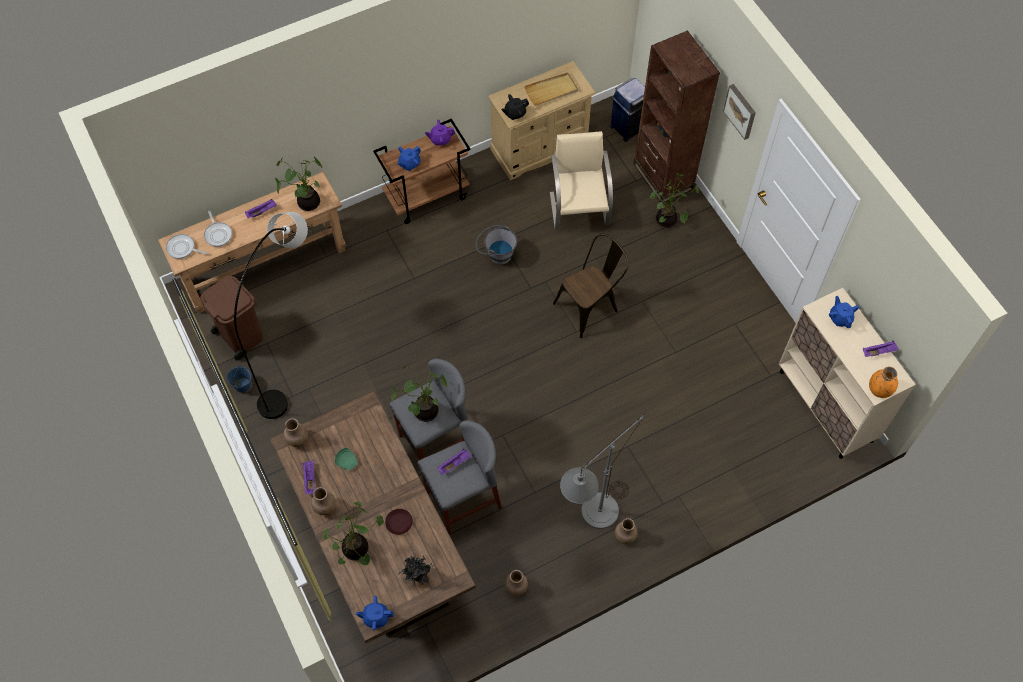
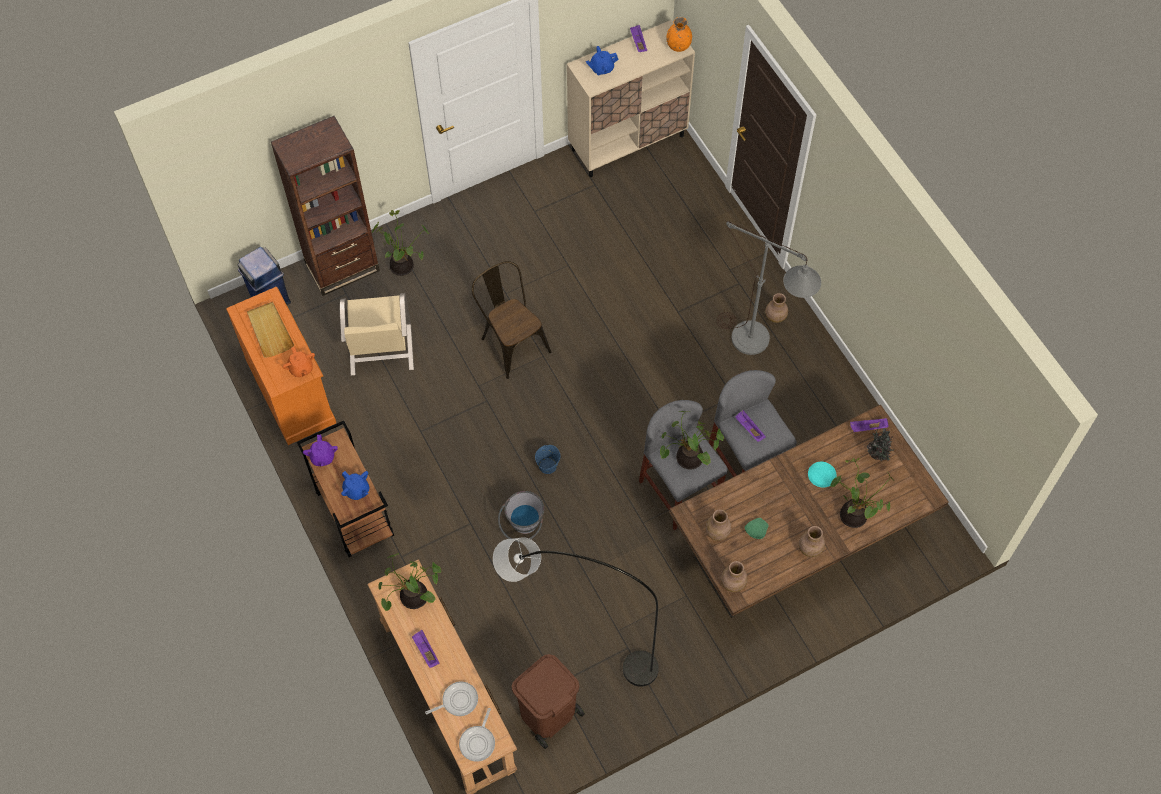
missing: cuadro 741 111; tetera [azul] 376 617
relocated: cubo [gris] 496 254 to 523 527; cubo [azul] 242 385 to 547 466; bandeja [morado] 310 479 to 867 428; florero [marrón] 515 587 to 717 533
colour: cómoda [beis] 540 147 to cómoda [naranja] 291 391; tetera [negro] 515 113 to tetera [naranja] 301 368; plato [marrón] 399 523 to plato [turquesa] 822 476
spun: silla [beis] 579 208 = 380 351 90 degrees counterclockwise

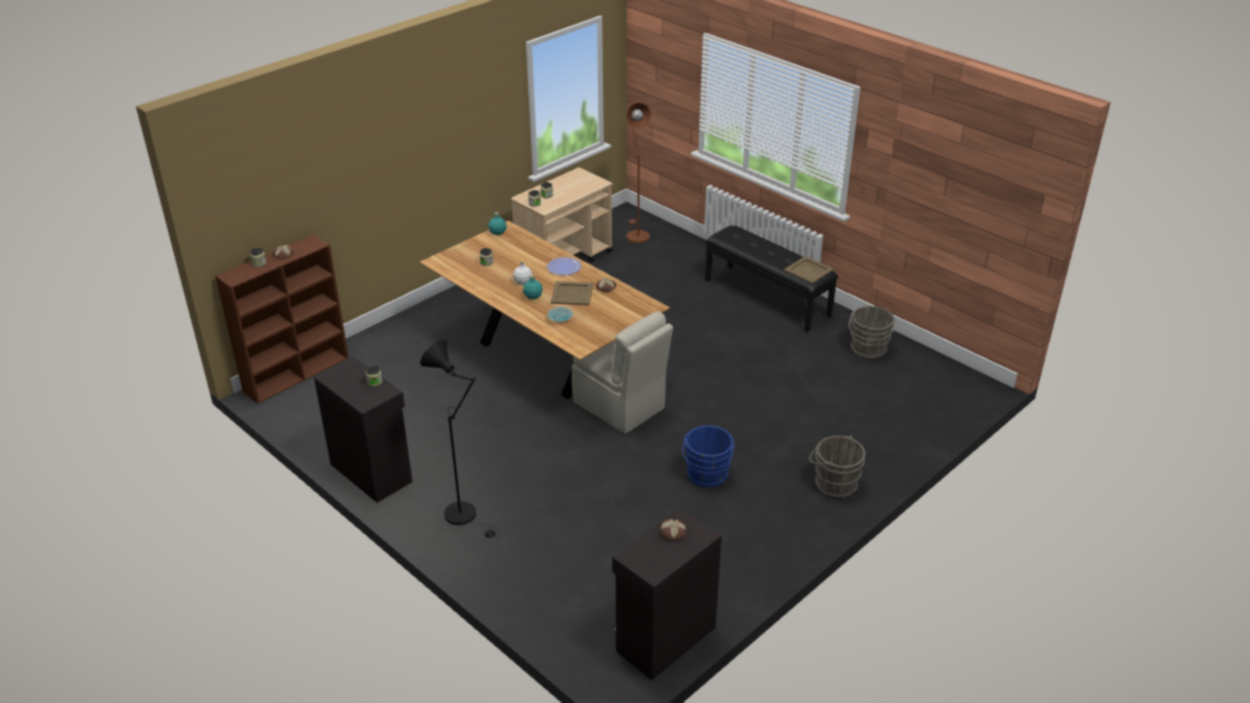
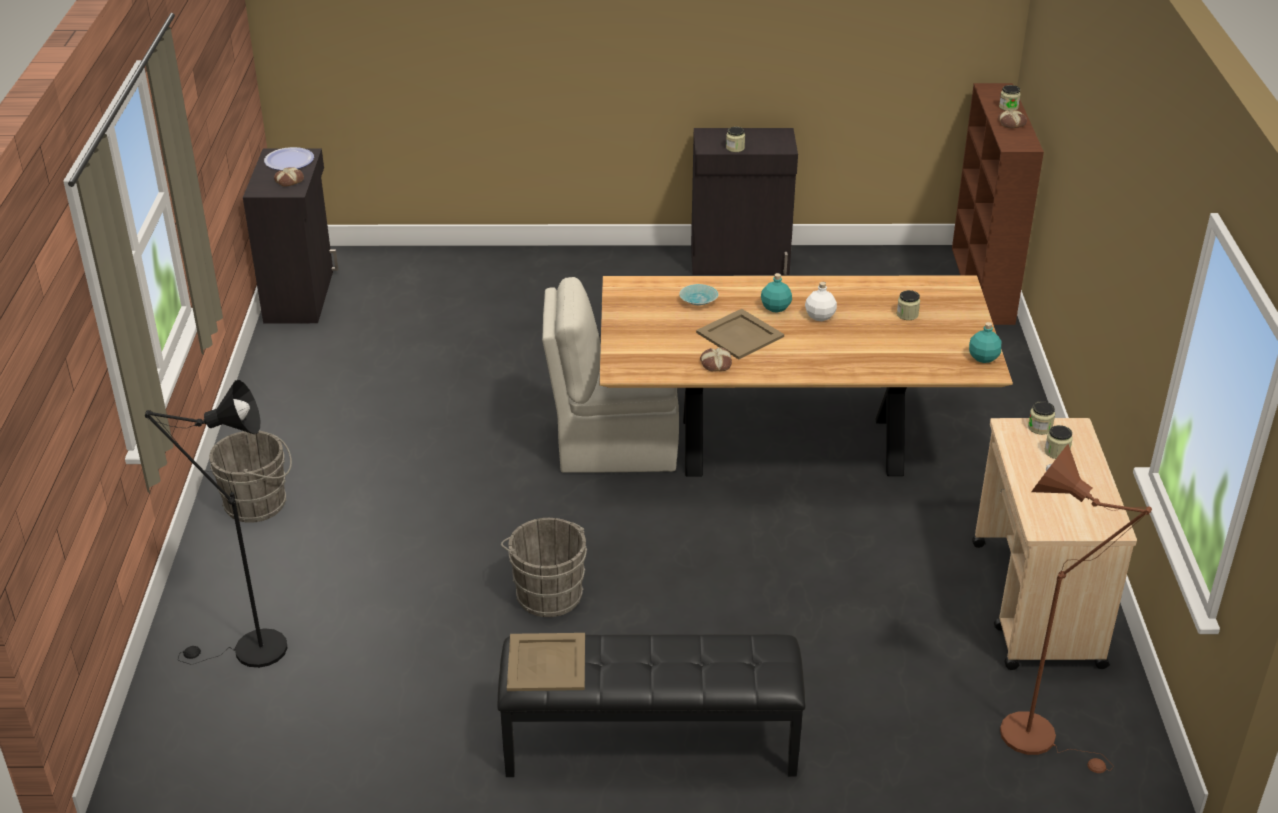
missing: cubo [azul] 707 476
relocated: plato 564 267 to 289 160; cubo [gris] 868 350 to 547 592; lámpara de pie [negro] 465 516 to 250 651

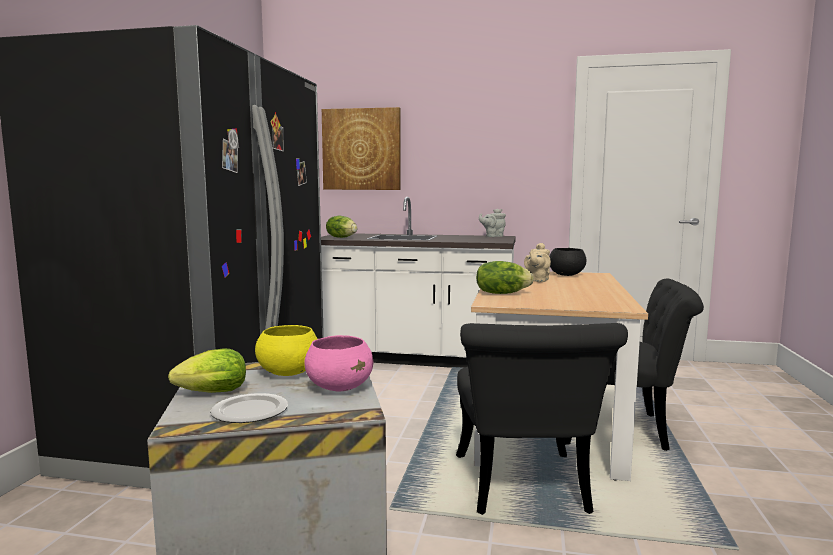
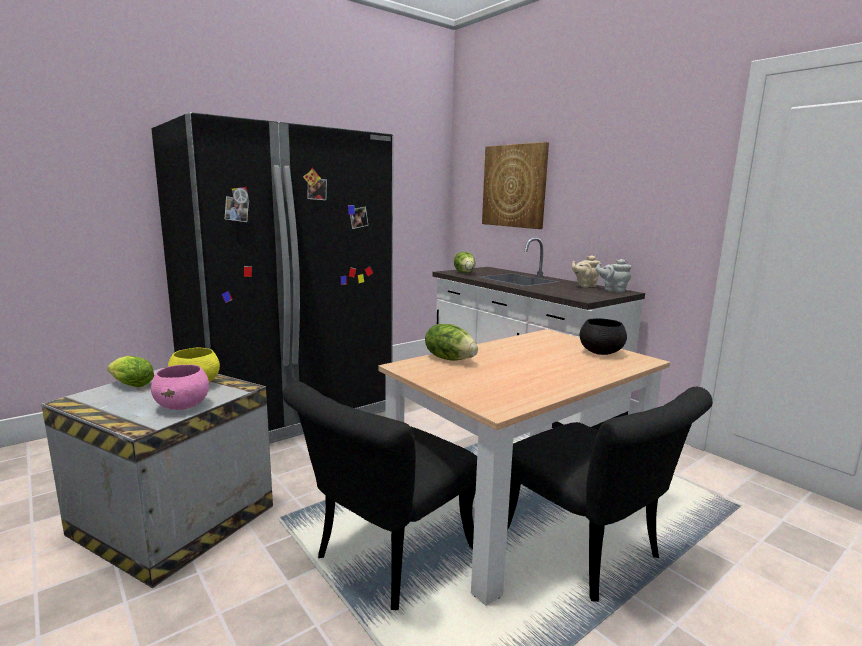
missing: plato 251 412
relocated: tetera [beis] 537 280 to 584 286

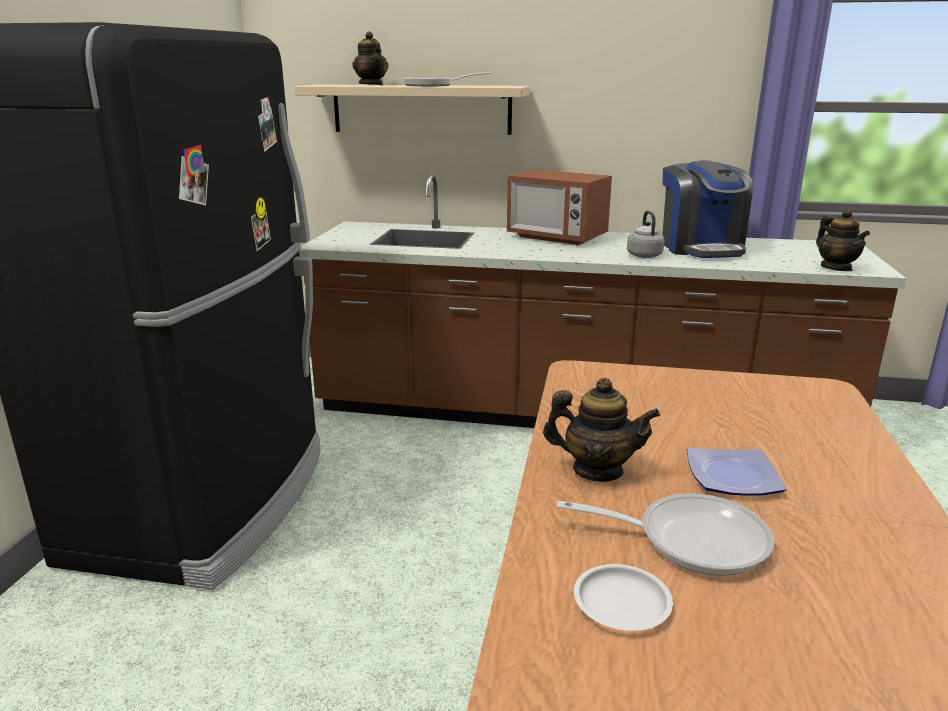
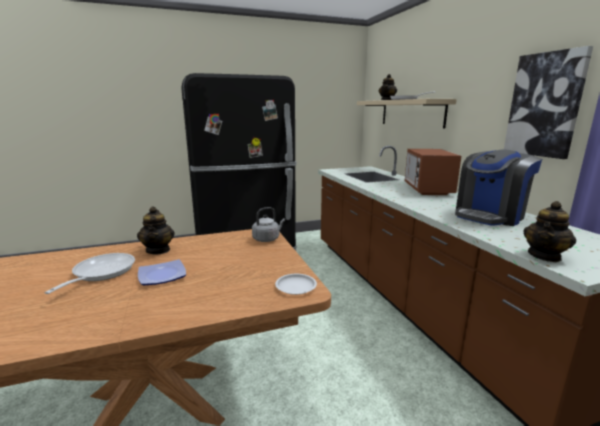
appeared: cuadro 545 105
relocated: hervidor [gris] 643 255 to 267 239; plato [blanco] 622 603 to 295 287
spun: sartén 690 539 = 100 273 150 degrees counterclockwise

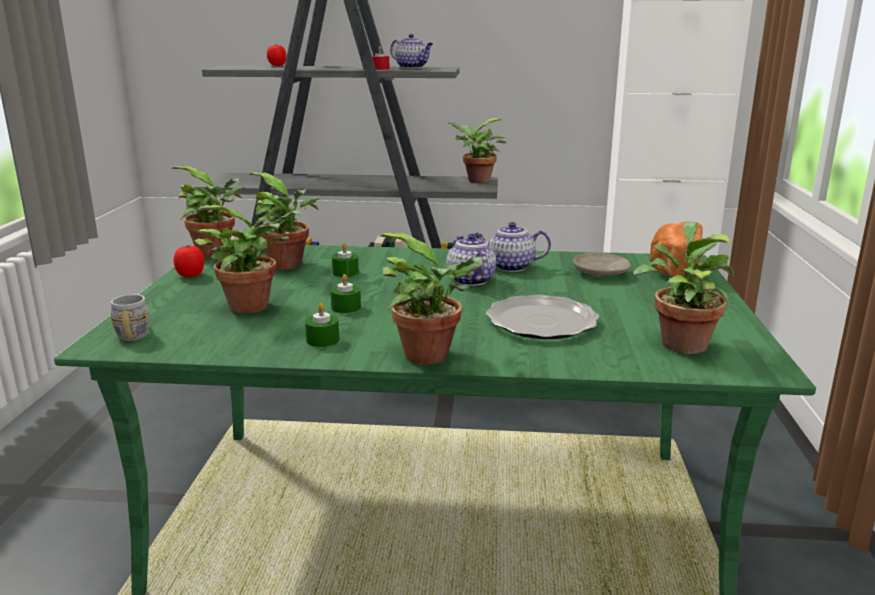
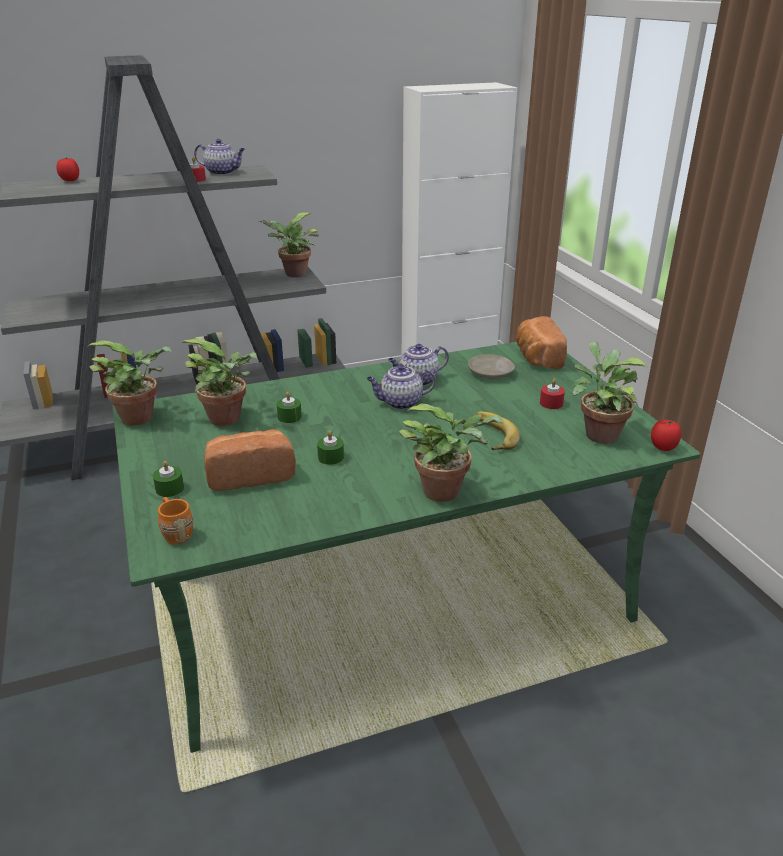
appeared: vela [rojo] 551 403
relocated: tomate 191 275 to 663 447; vela [verde] 322 340 to 169 489
exchanged: planta en maceta 254 306 to pan 250 474; plato 541 321 to plátano 491 436
colour: taza grande [gris] 135 332 to taza grande [naranja] 176 532
spun: tetera 469 280 = 400 403 60 degrees counterclockwise

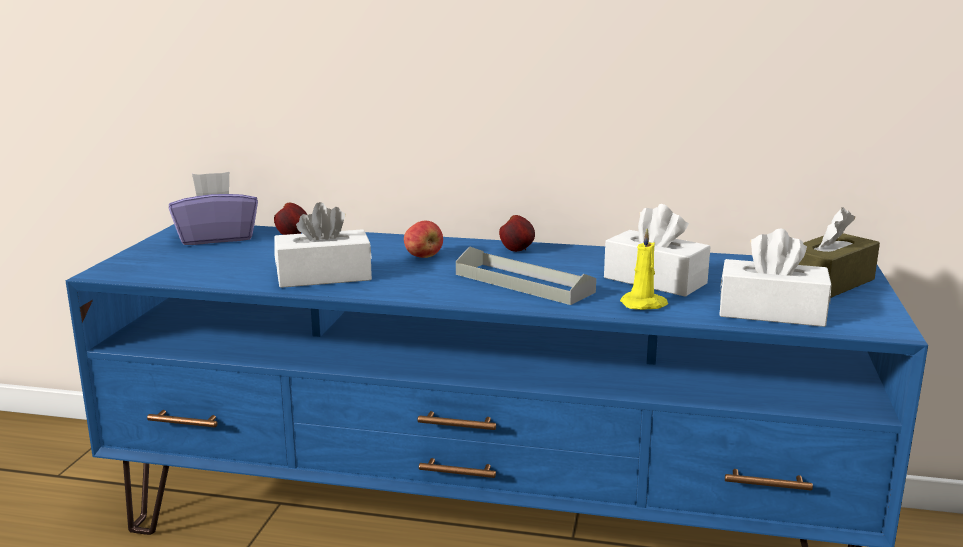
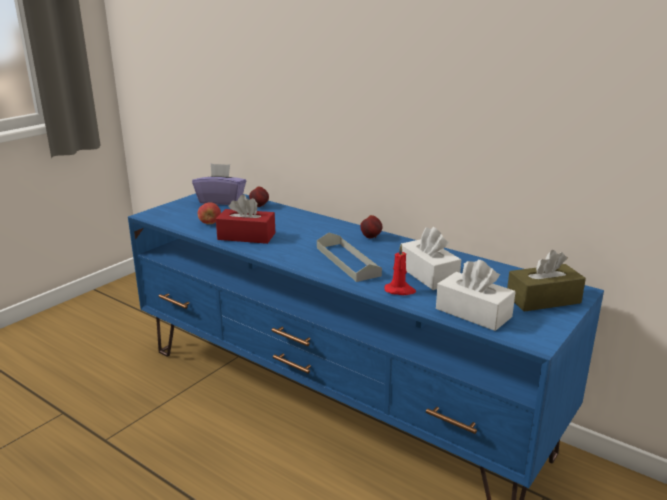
relocated: manzana 423 256 to 210 223
colour: caja de pañuelos [blanco] 323 276 to caja de pañuelos [rojo] 246 236; vela [amarillo] 644 304 to vela [rojo] 400 290

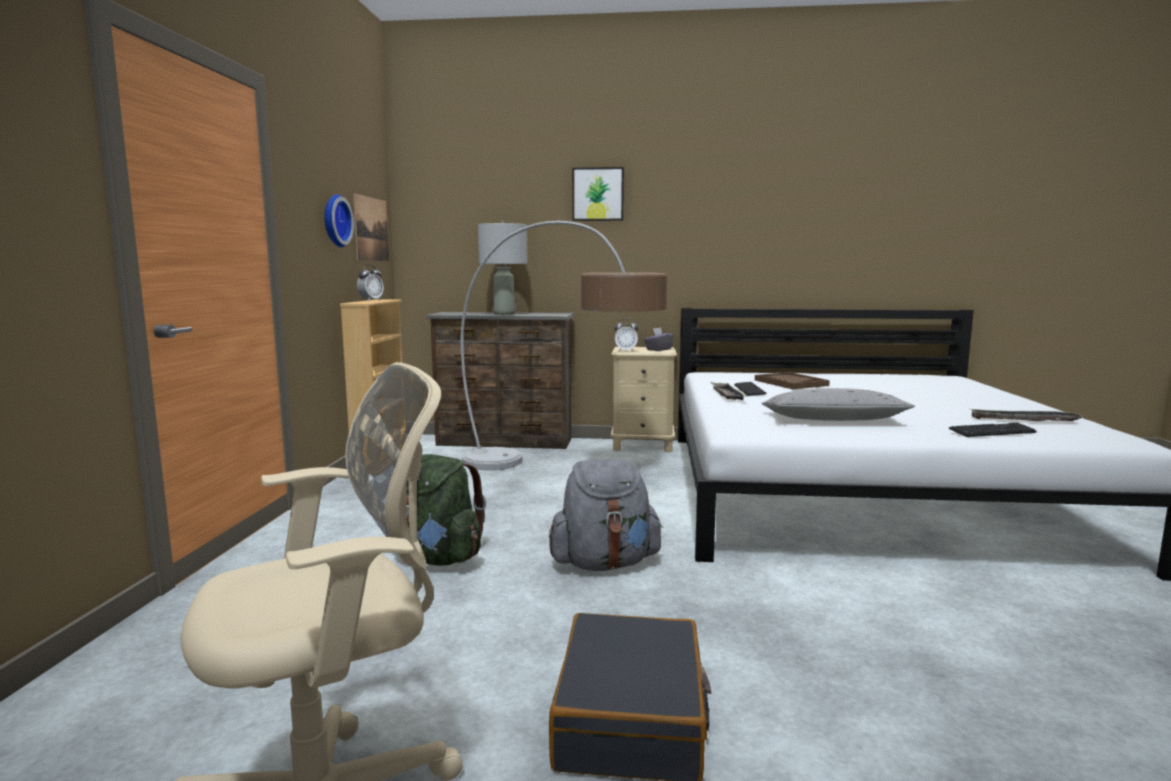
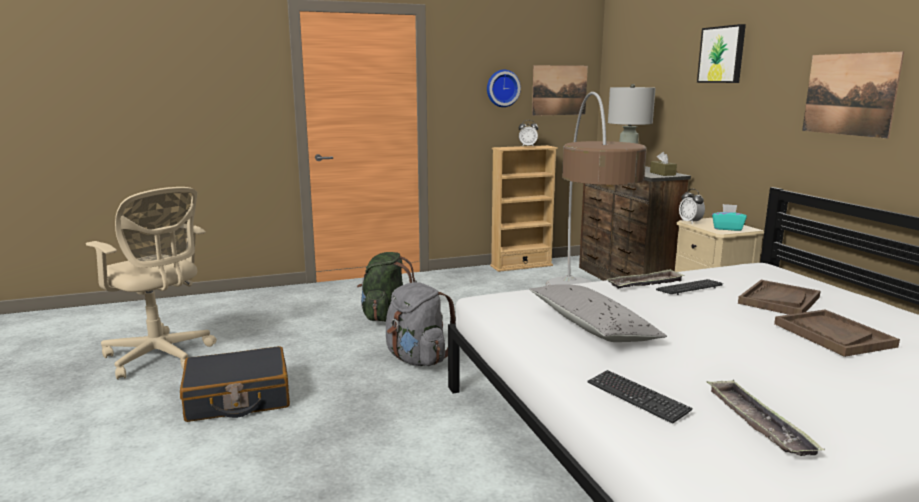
appeared: cuadro 849 94; caja de pañuelos [marrón] 662 173; bandeja [marrón] 832 335
colour: caja de pañuelos [gris] 658 349 to caja de pañuelos [turquesa] 727 228

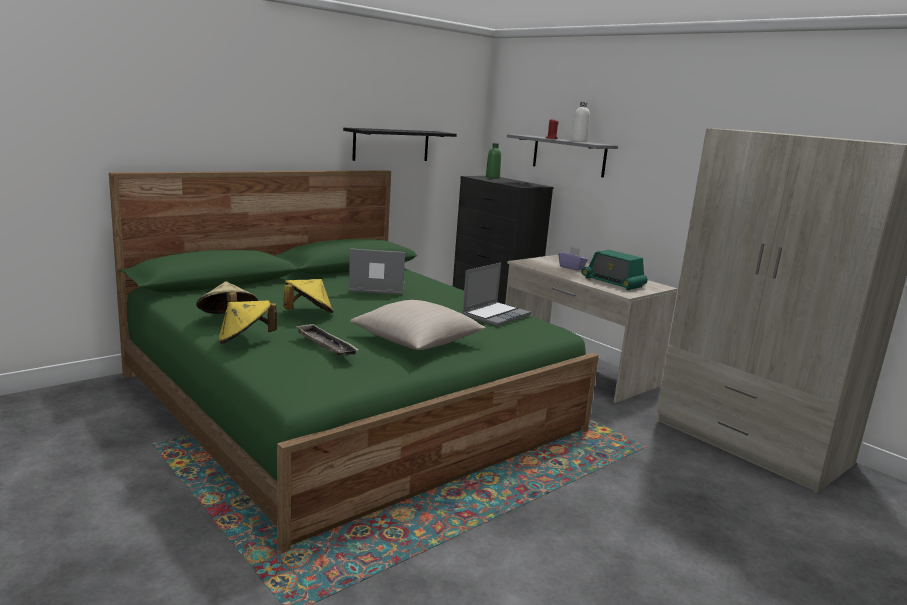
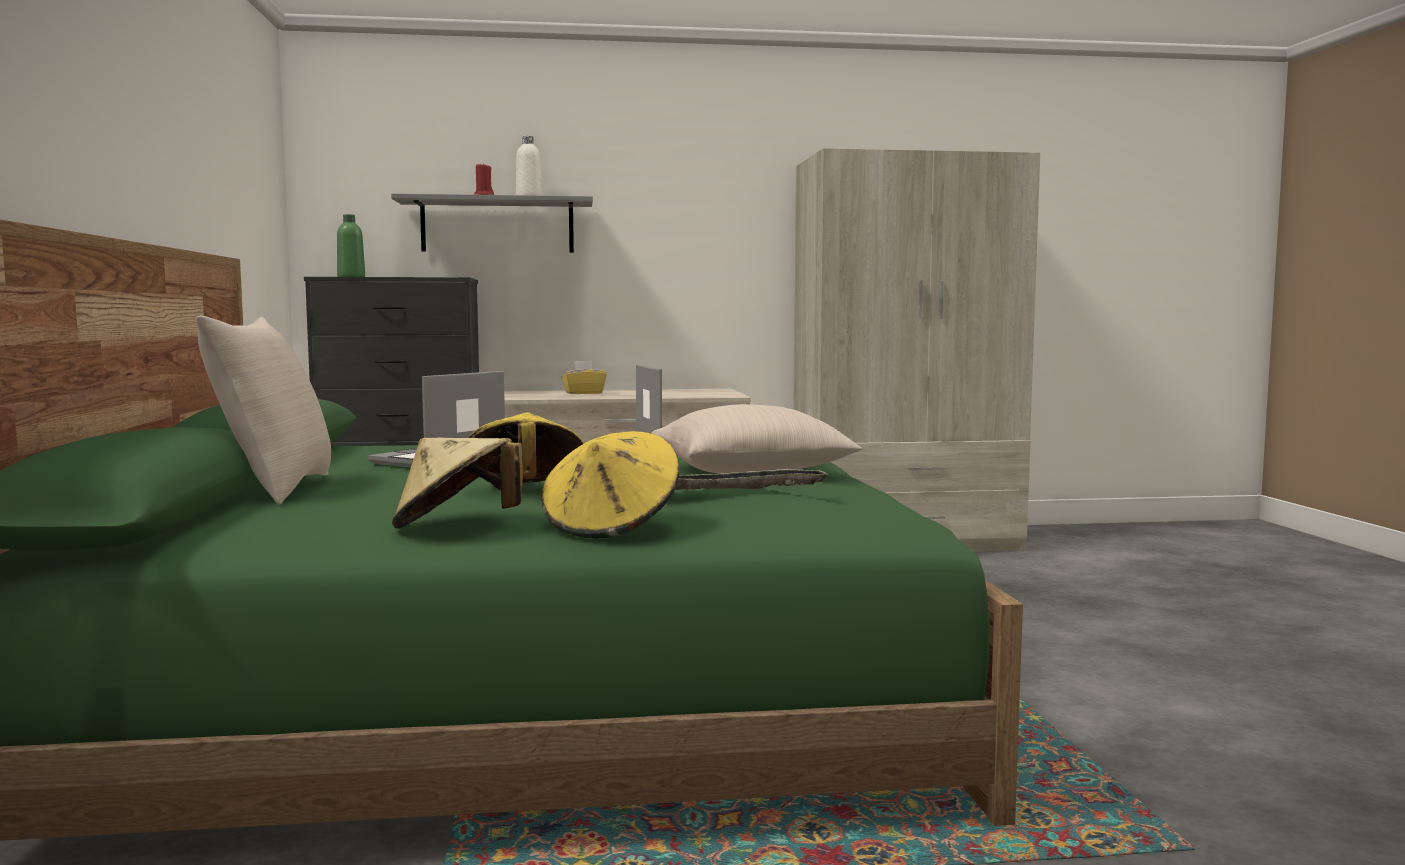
missing: estante [negro] 391 145; radio 613 282
appeared: cojín [beis] 274 489
colour: caja de pañuelos [morado] 571 267 to caja de pañuelos [amarillo] 584 393

